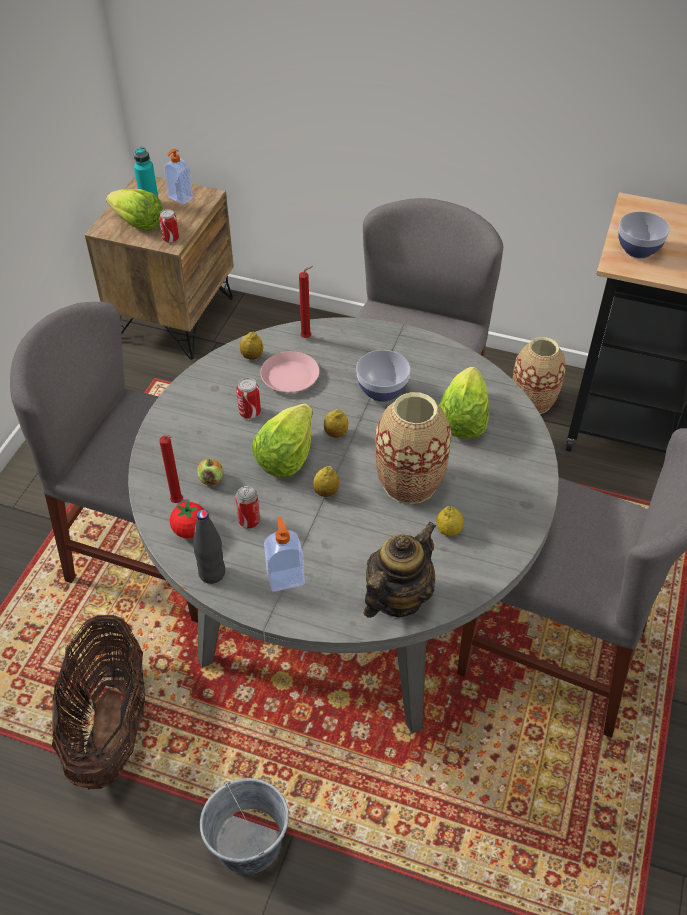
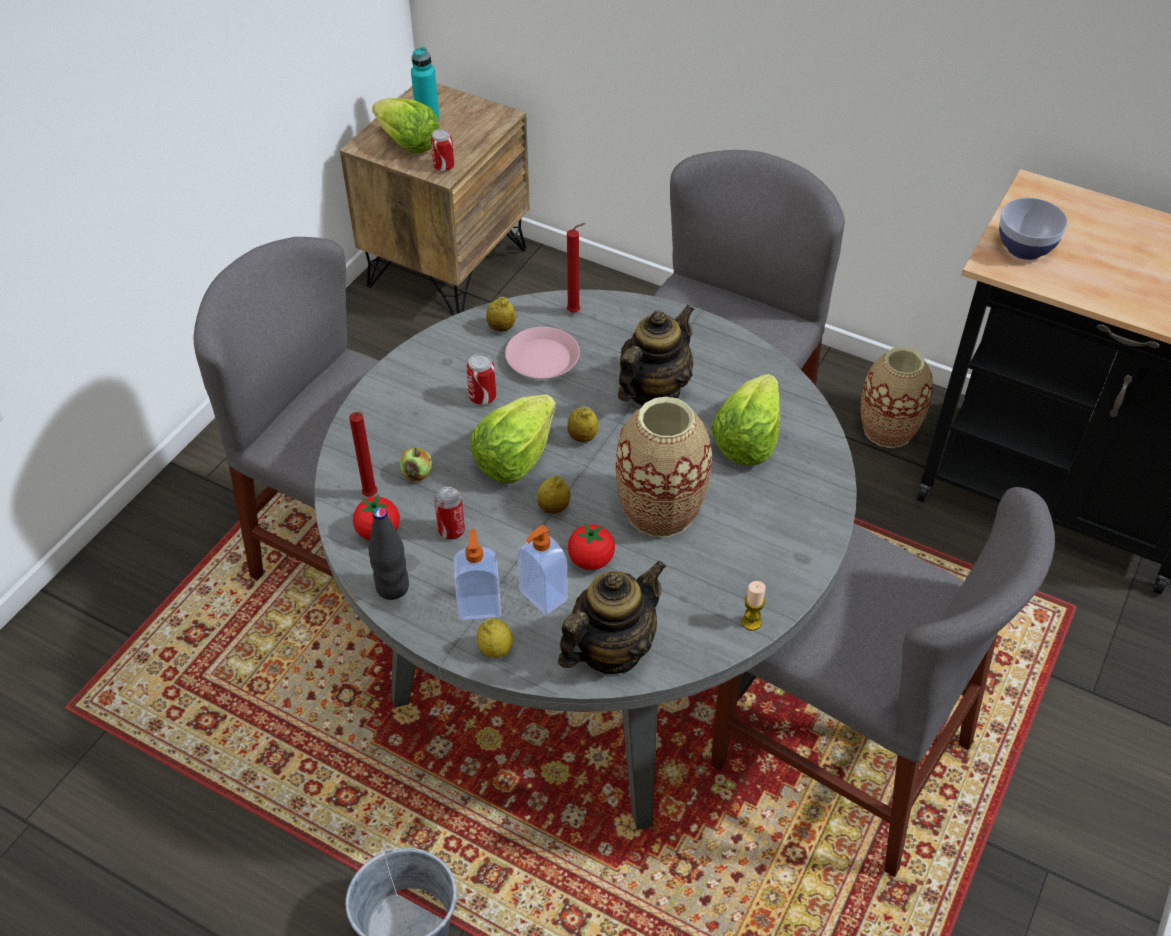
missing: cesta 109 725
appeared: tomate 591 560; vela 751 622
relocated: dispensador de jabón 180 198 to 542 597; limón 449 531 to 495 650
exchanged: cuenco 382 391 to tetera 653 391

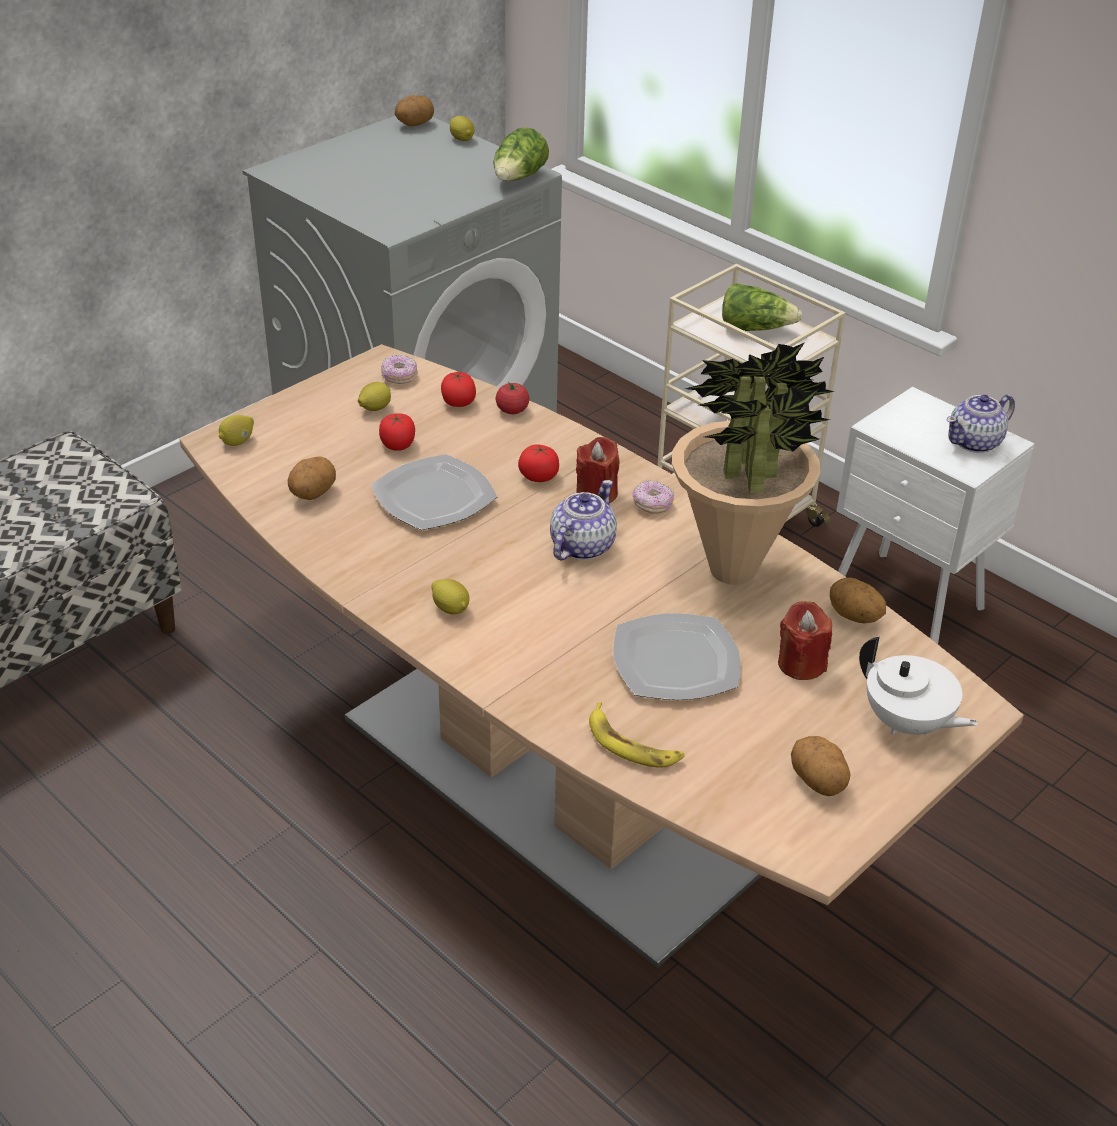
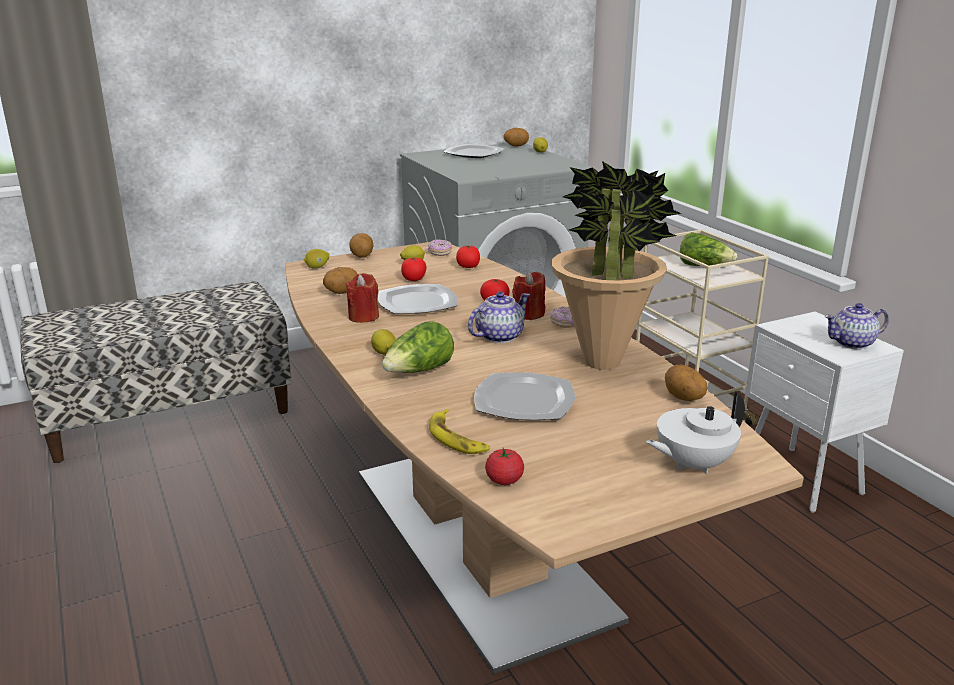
appeared: plato 474 153
relocated: lechuga 519 178 to 419 371; tomate 512 410 to 504 480; vela [rojo] 801 664 to 363 317; patata 818 782 to 362 256
spun: tetera [blanco] 907 723 = 692 464 90 degrees clockwise

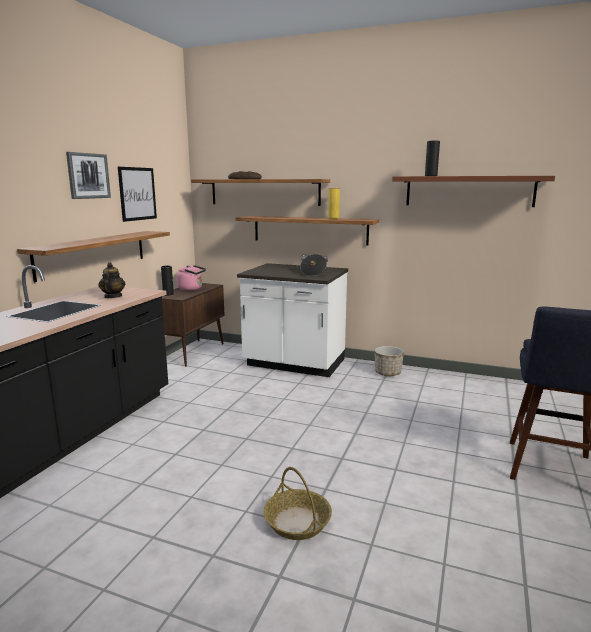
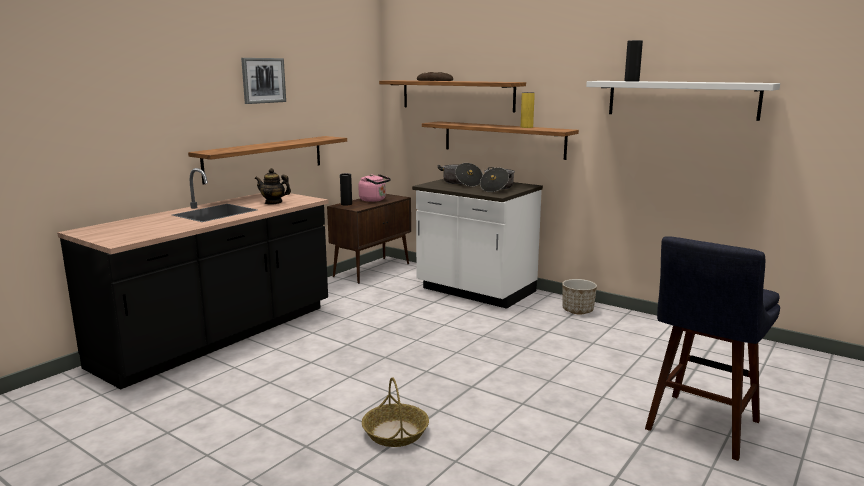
missing: cuadro 137 194
appeared: olla 461 183
colour: estante [marrón] 469 191 to estante [blanco] 681 99
spun: tetera 112 297 = 273 202 90 degrees counterclockwise

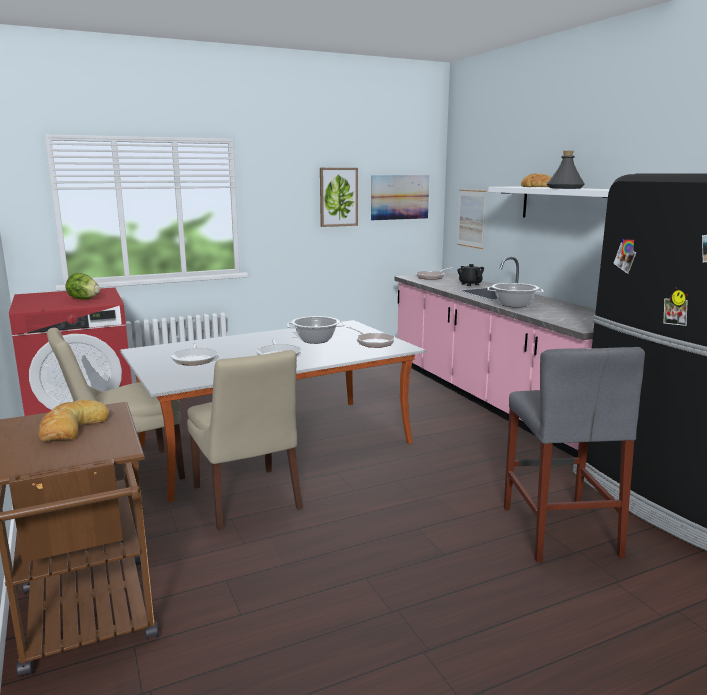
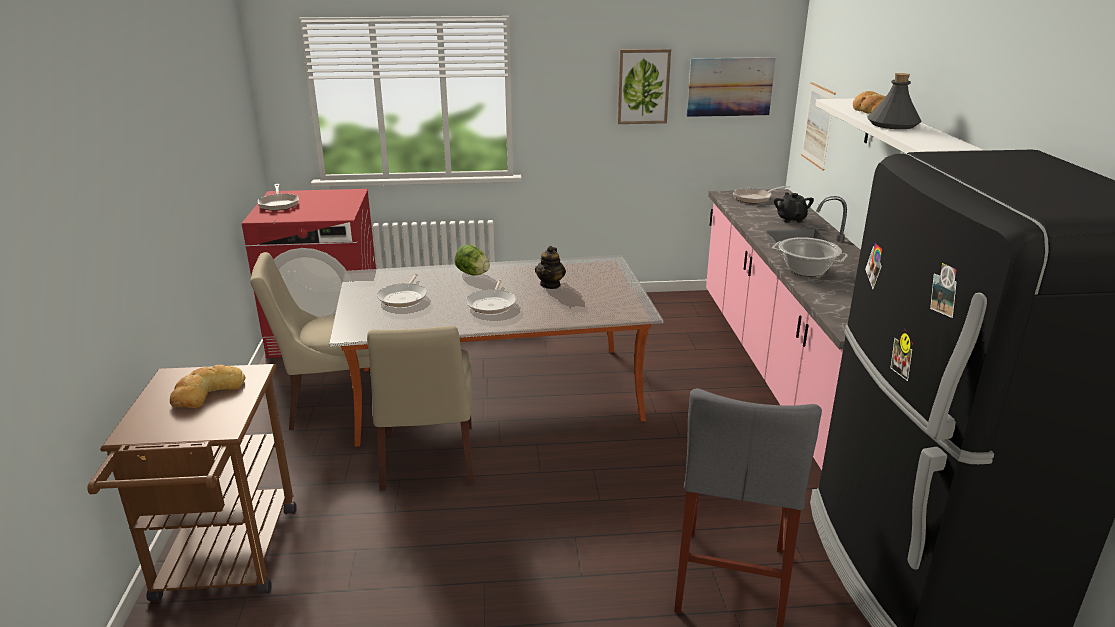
relocated: lechuga 84 299 to 472 274; sartén 373 342 to 279 204
exchanged: olla 316 340 to tetera 550 285

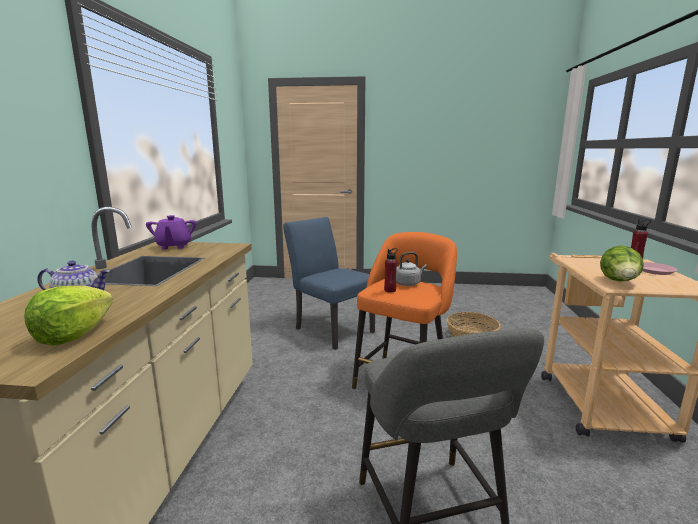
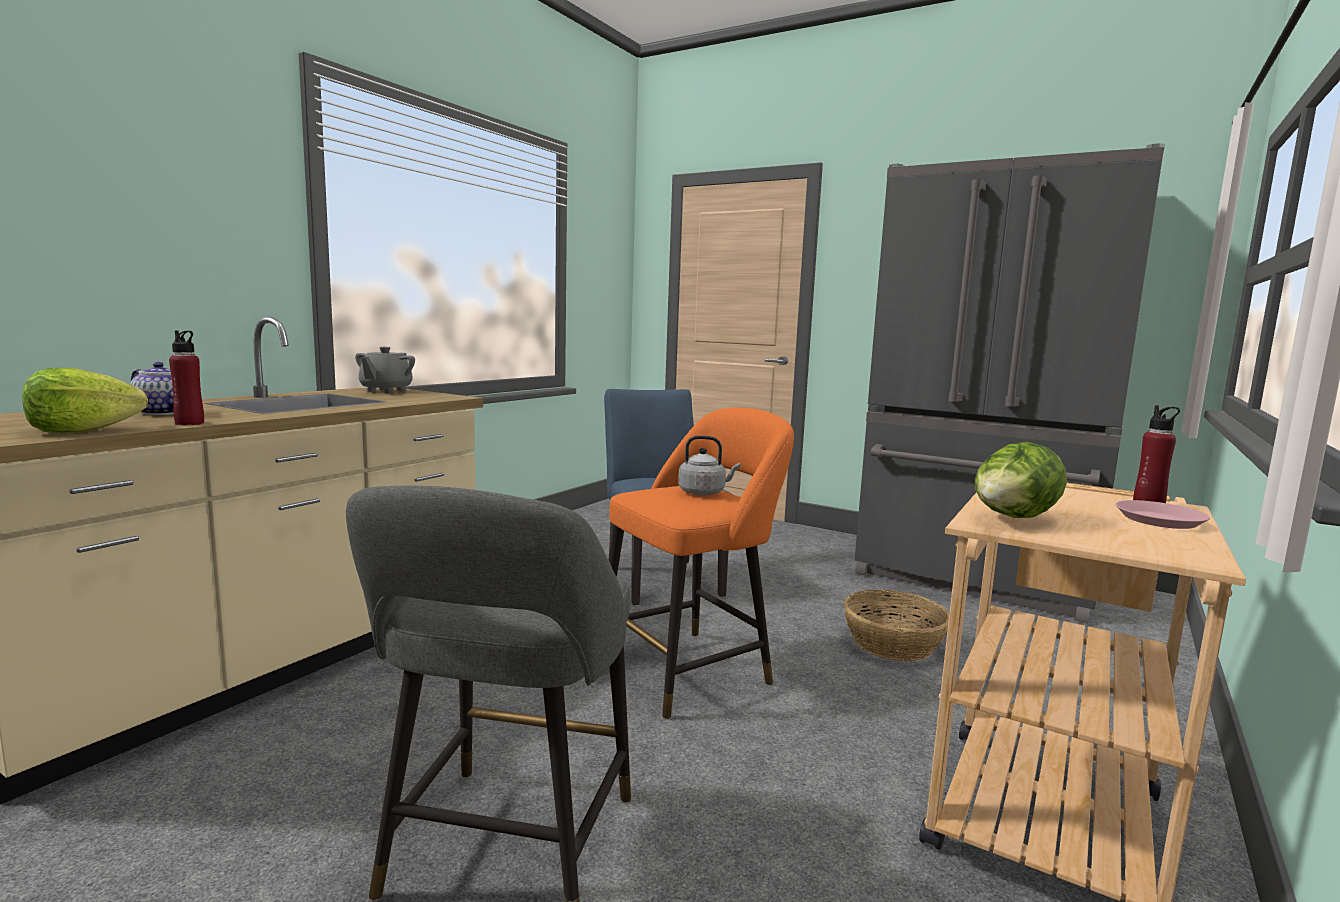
appeared: nevera [gris] 974 579
relocated: botella [rojo] 390 290 to 189 423
colour: tetera [morado] 174 246 to tetera [gris] 385 391

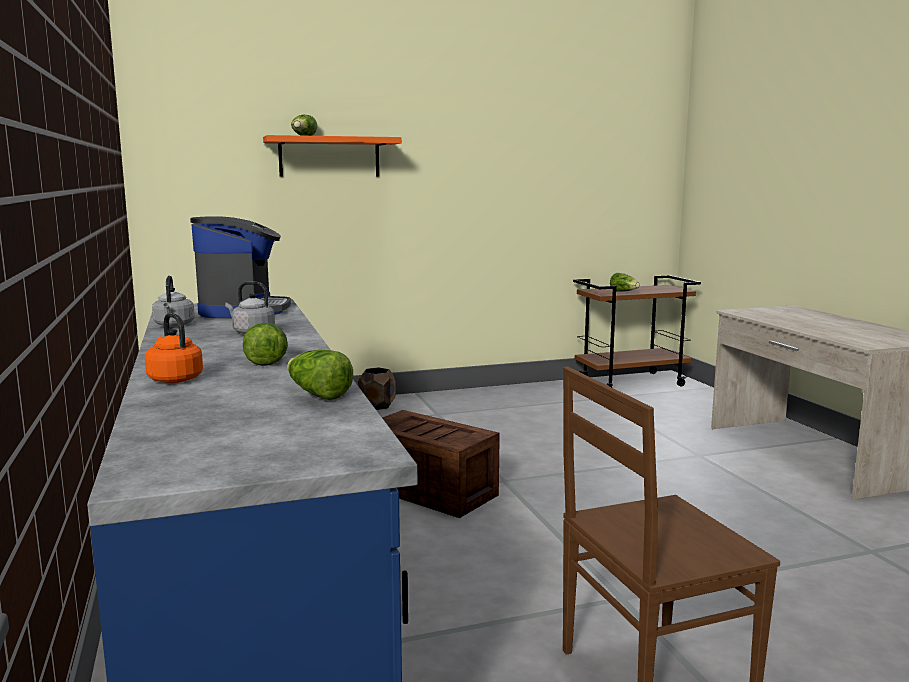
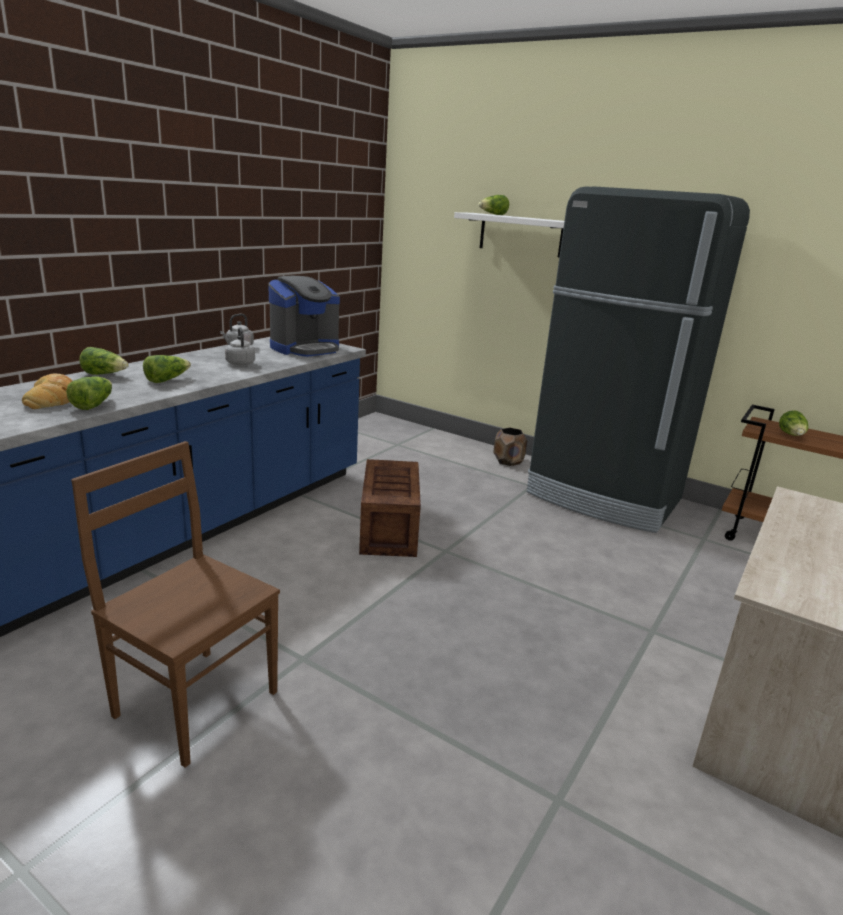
appeared: nevera [negro] 604 497; pan 53 398
exchanged: hervidor [naranja] 174 379 to lechuga 105 374
colour: estante [naranja] 329 157 to estante [blanco] 521 235

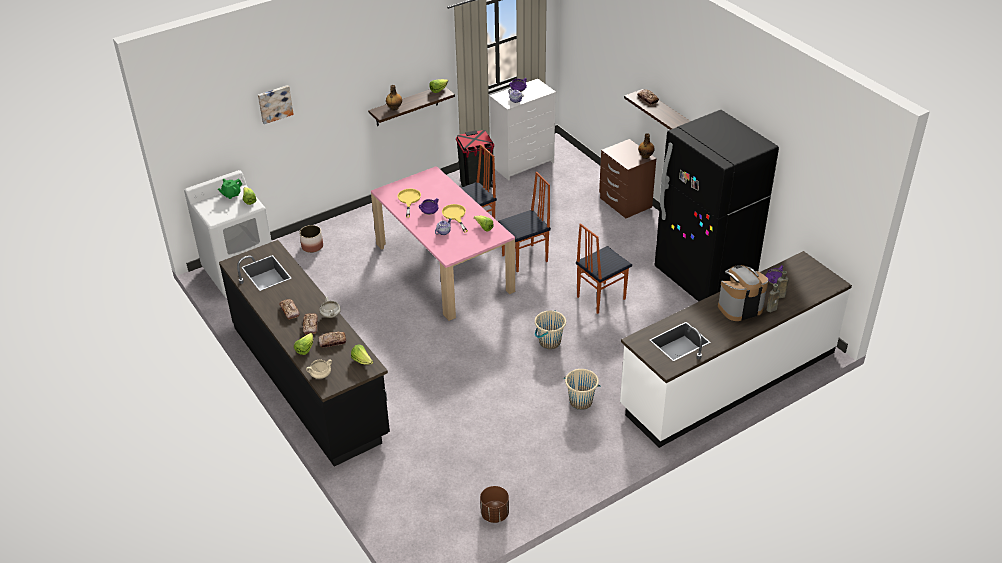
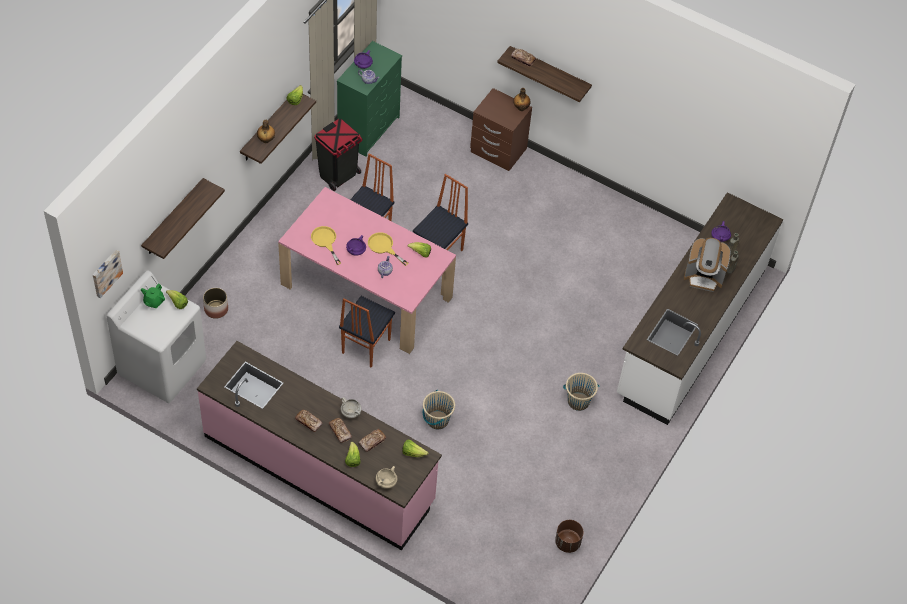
missing: nevera [negro] 704 278
appeared: estante 173 218
relocated: cuadro 275 103 to 106 273; silla 600 297 to 365 346; cubo [beis] 549 342 to 437 420
colour: cómoda [blanco] 523 164 to cómoda [verde] 369 129; mueble bajo de cocina [negro] 309 380 to mueble bajo de cocina [rosa] 319 468
spun: cafetera 739 307 = 704 277 120 degrees counterclockwise

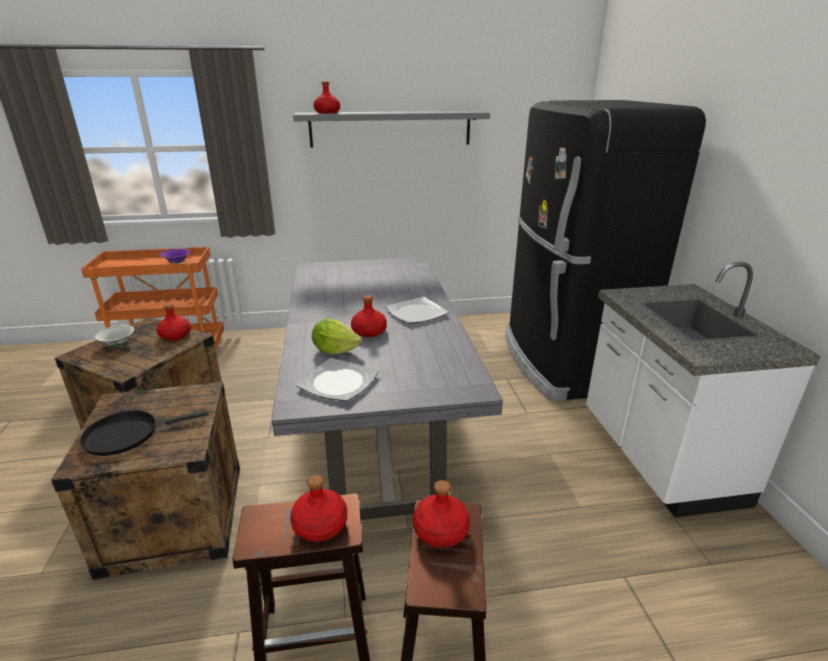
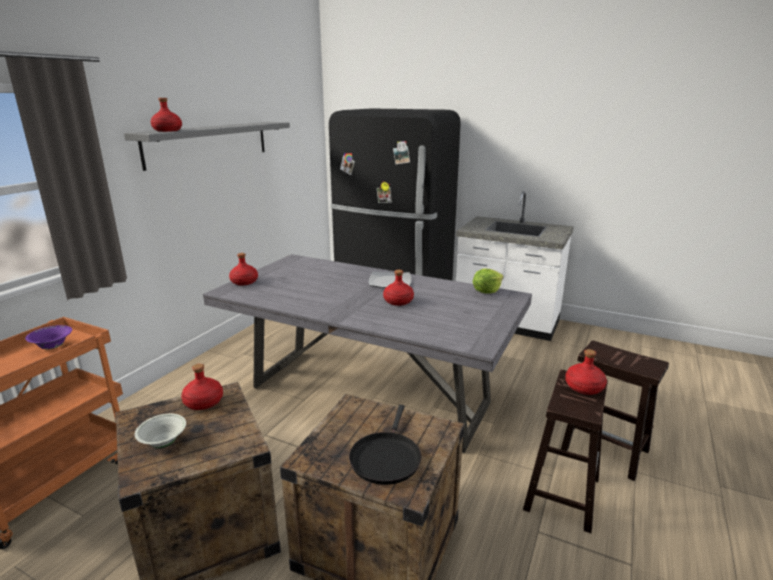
missing: plato 338 382
relocated: lechuga 335 350 to 486 291; botella [rojo] 441 531 to 244 282

